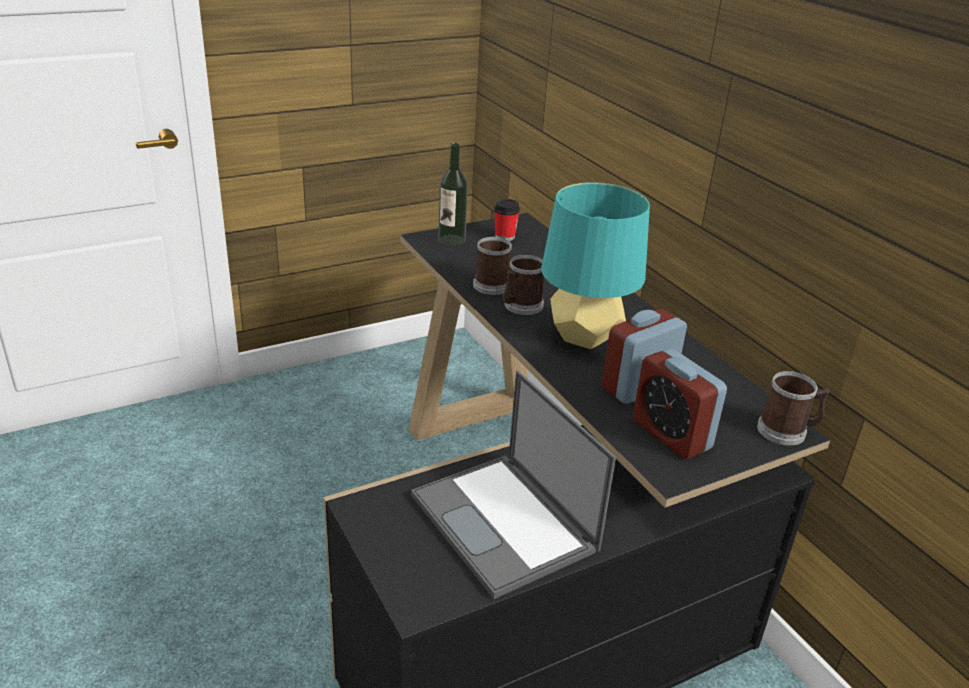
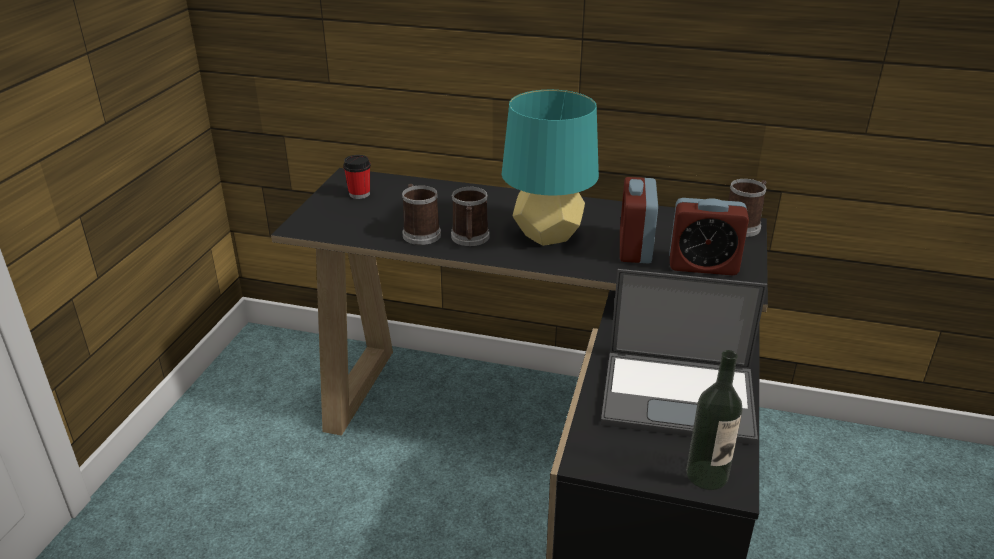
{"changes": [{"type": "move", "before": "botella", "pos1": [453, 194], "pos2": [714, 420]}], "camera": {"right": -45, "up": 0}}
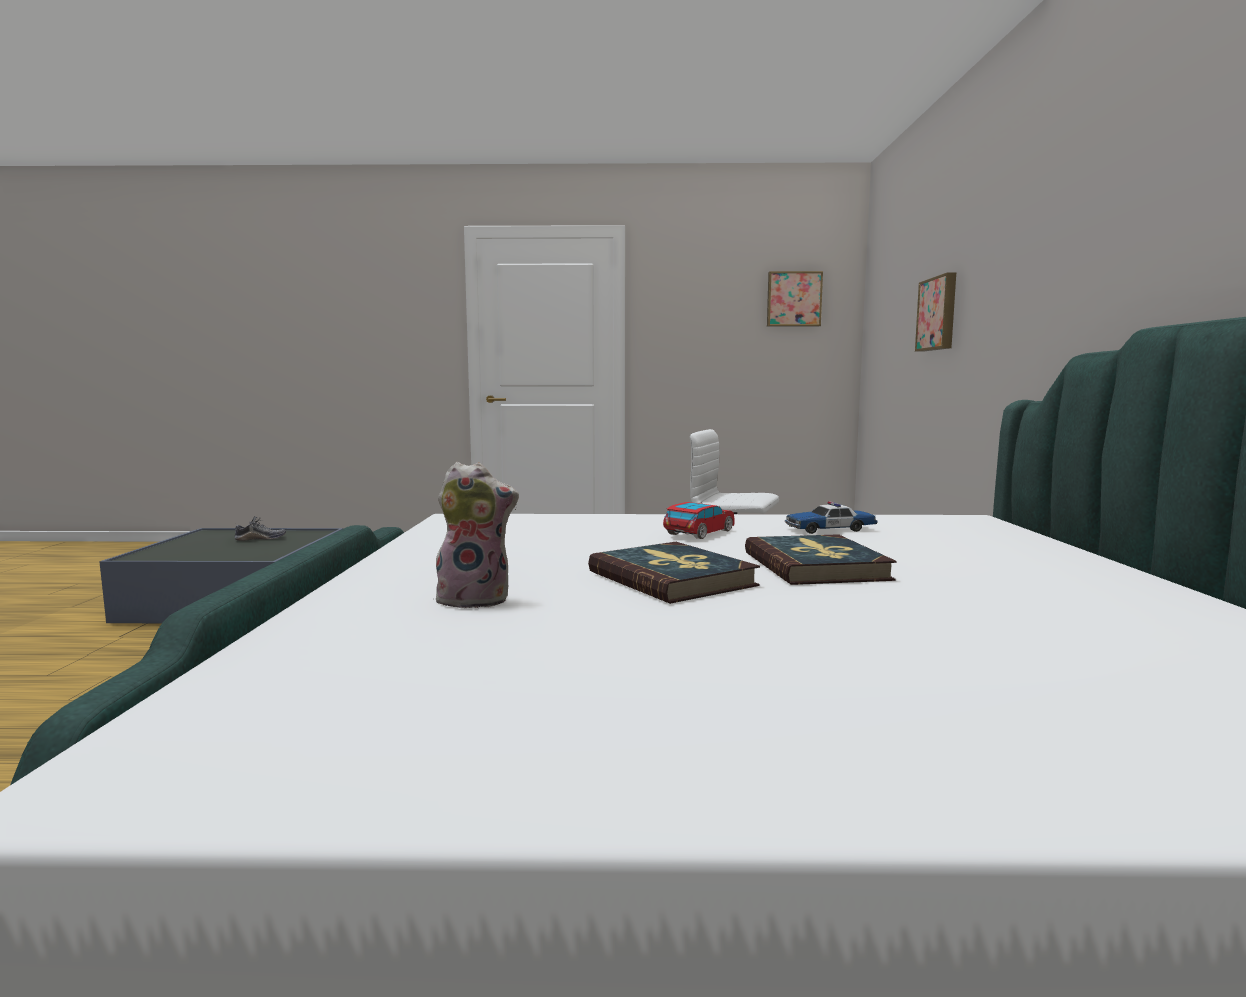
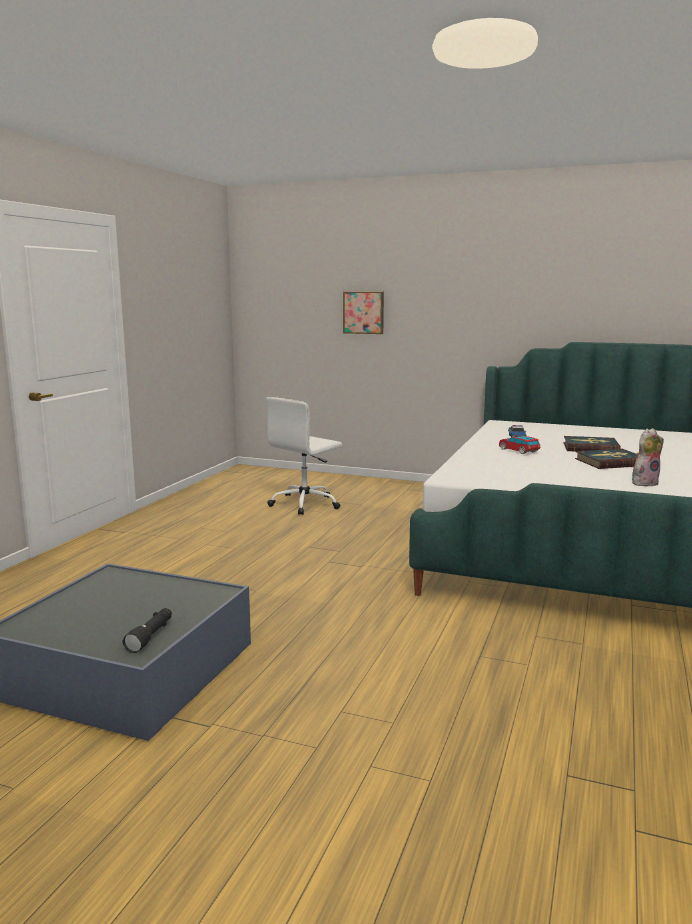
{"changes": [{"type": "delete", "before": "cuadro", "pos1": [795, 299]}, {"type": "rotate", "before": "peluche", "pos1": [475, 535], "pos2": [648, 457], "turn": 45}, {"type": "delete", "before": "zapato", "pos1": [260, 528]}, {"type": "insert", "after": "linterna (negro)", "pos2": [147, 630]}], "camera": {"right": -70, "up": 5}}
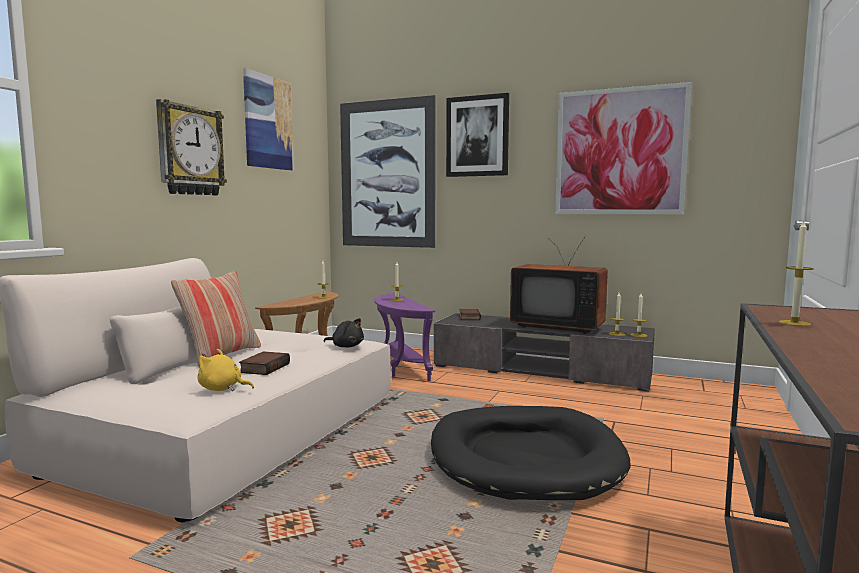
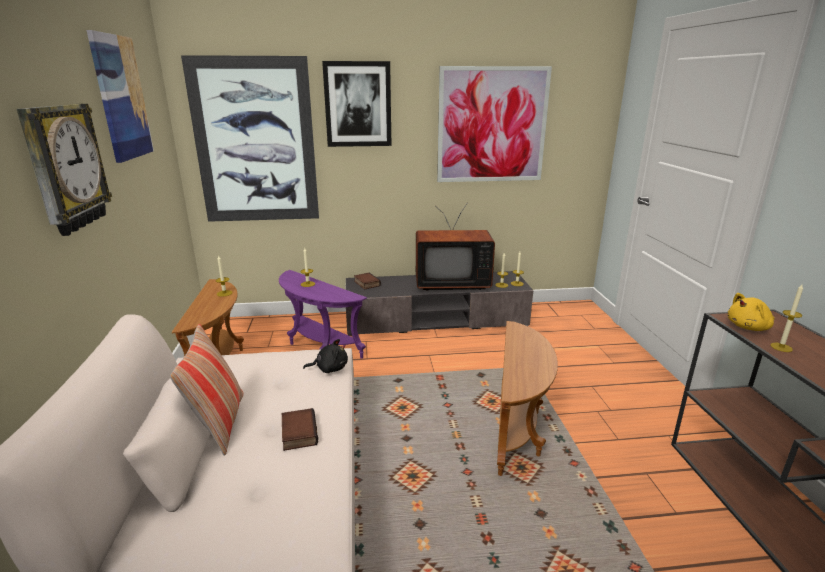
{"changes": [{"type": "move", "before": "peluche (amarillo)", "pos1": [225, 370], "pos2": [751, 312]}, {"type": "replace", "before": "cama para perro (negro)", "after": "mesa auxiliar (marrón)", "pos1": [531, 453], "pos2": [527, 398]}], "camera": {"right": -30, "up": 15}}
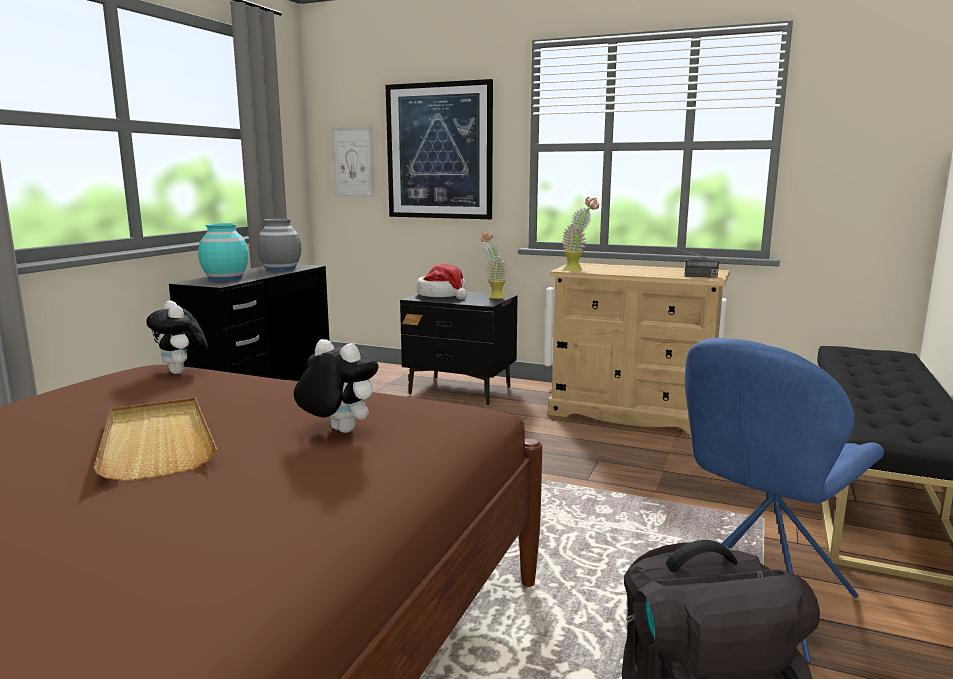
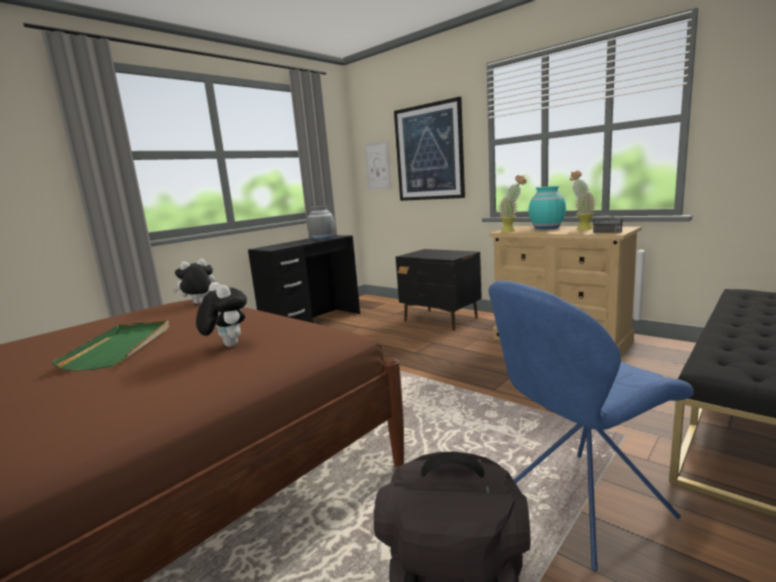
{"changes": [{"type": "move", "before": "florero (turquesa)", "pos1": [223, 252], "pos2": [547, 207]}, {"type": "move", "before": "planta en maceta", "pos1": [494, 265], "pos2": [583, 200]}, {"type": "delete", "before": "sombrero", "pos1": [442, 282]}, {"type": "rotate", "before": "peluche", "pos1": [177, 337], "pos2": [194, 281], "turn": 75}, {"type": "recolor", "before": "bandeja (beis)", "after": "bandeja (verde)", "pos1": [155, 439], "pos2": [110, 345]}], "camera": {"right": 20, "up": 0}}
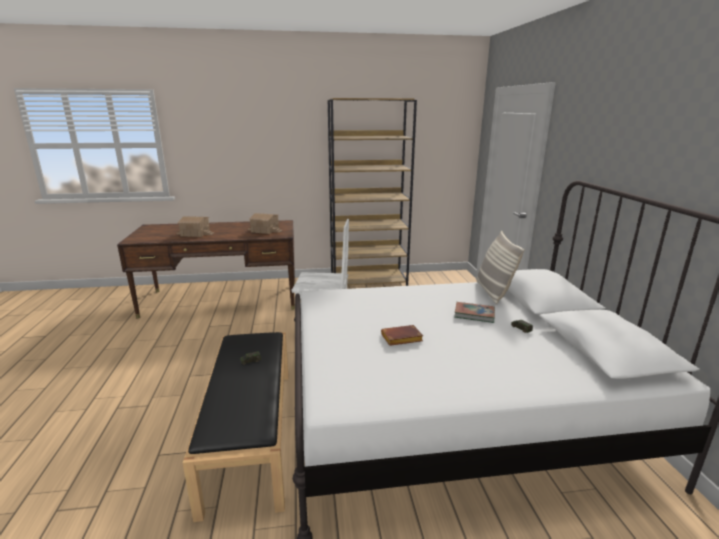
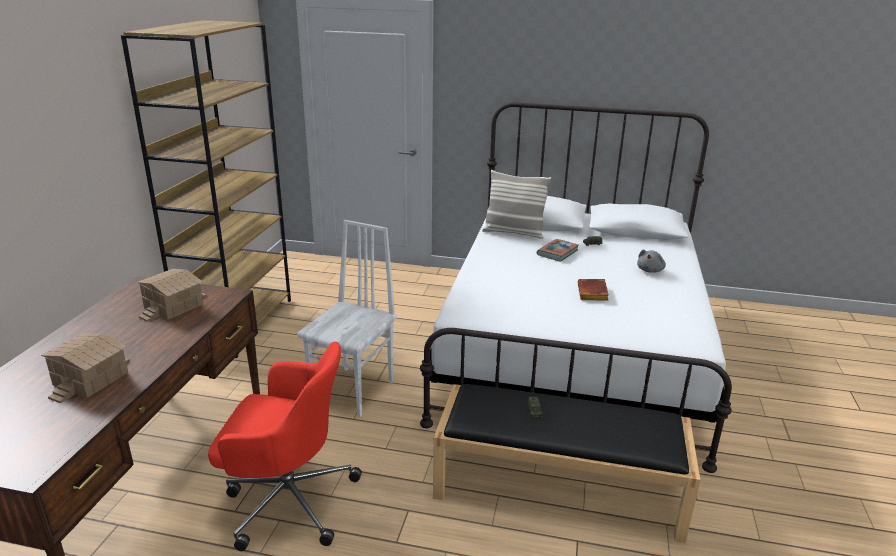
{"changes": [{"type": "insert", "after": "peluche (gris)", "pos2": [651, 261]}, {"type": "insert", "after": "silla de oficina (rojo)", "pos2": [285, 446]}], "camera": {"right": -70, "up": 5}}
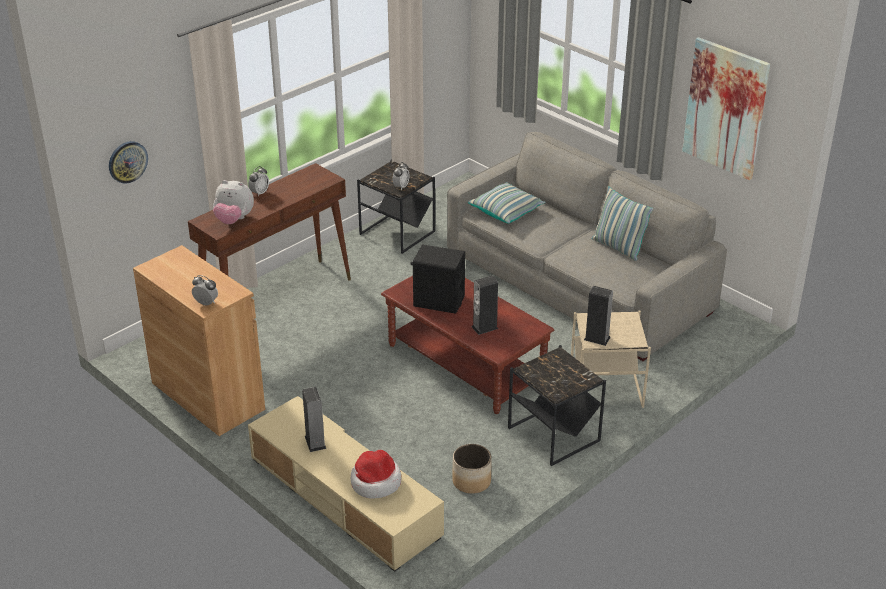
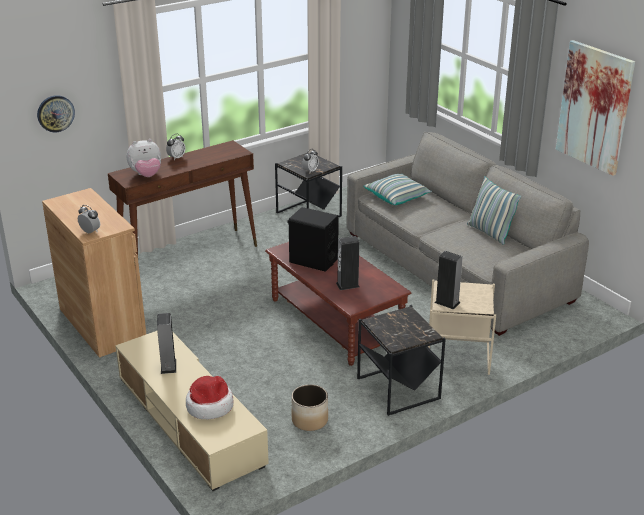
{"changes": [{"type": "rotate", "before": "peluche", "pos1": [233, 202], "pos2": [143, 158], "turn": -45}], "camera": {"right": 10, "up": -5}}
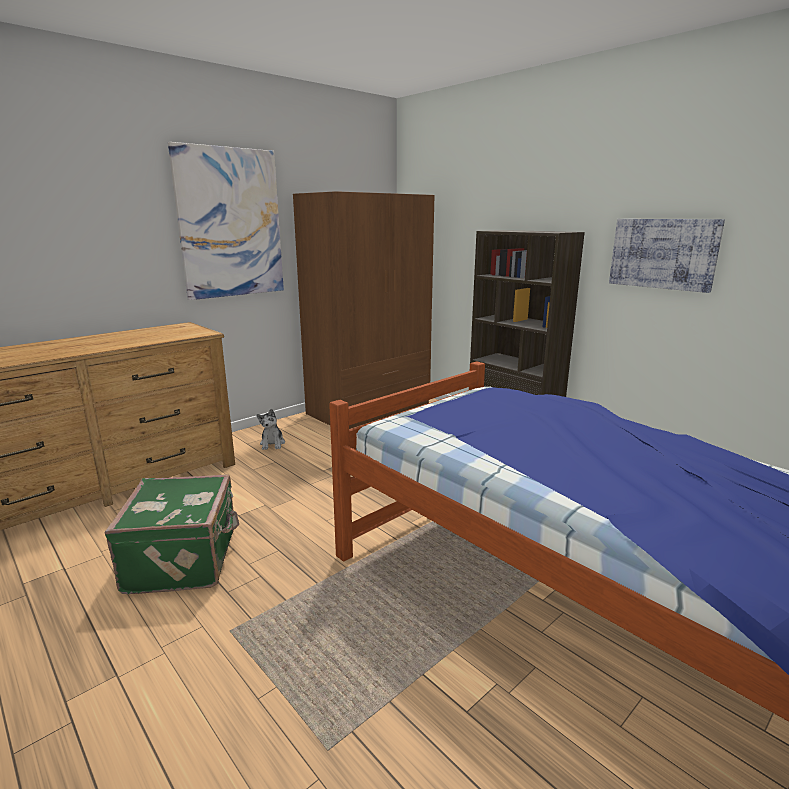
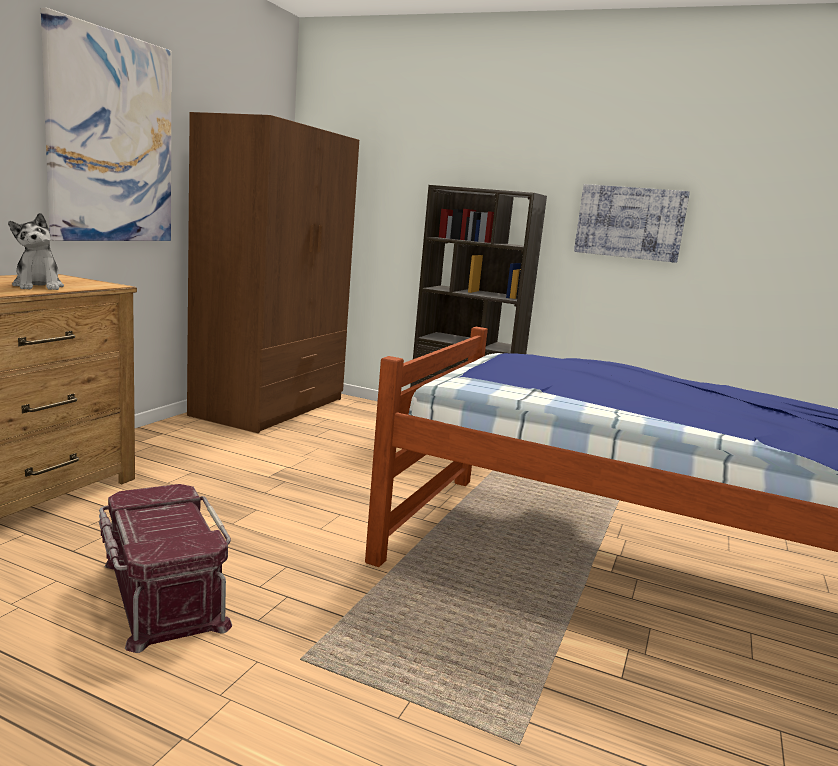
{"changes": [{"type": "move", "before": "peluche", "pos1": [270, 429], "pos2": [36, 251]}, {"type": "replace", "before": "maleta (verde)", "after": "caja de almacenaje (rojo)", "pos1": [172, 534], "pos2": [165, 568]}], "camera": {"right": -25, "up": -5}}
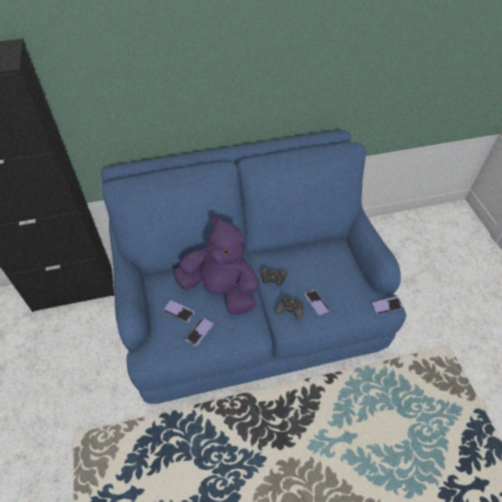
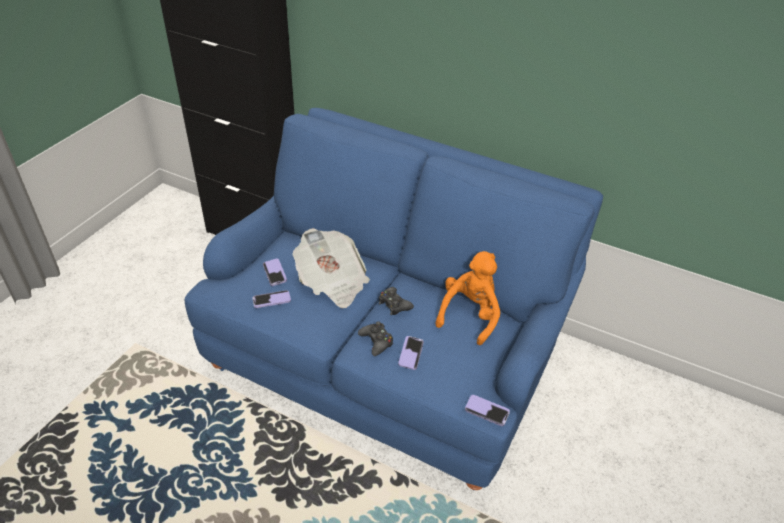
{"changes": [{"type": "replace", "before": "peluche (morado)", "after": "periódico", "pos1": [216, 266], "pos2": [331, 268]}, {"type": "insert", "after": "peluche (naranja)", "pos2": [468, 298]}], "camera": {"right": 40, "up": -10}}
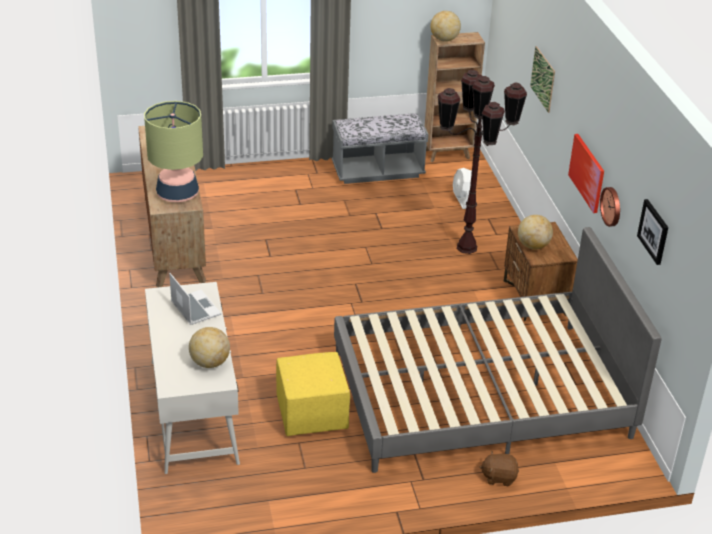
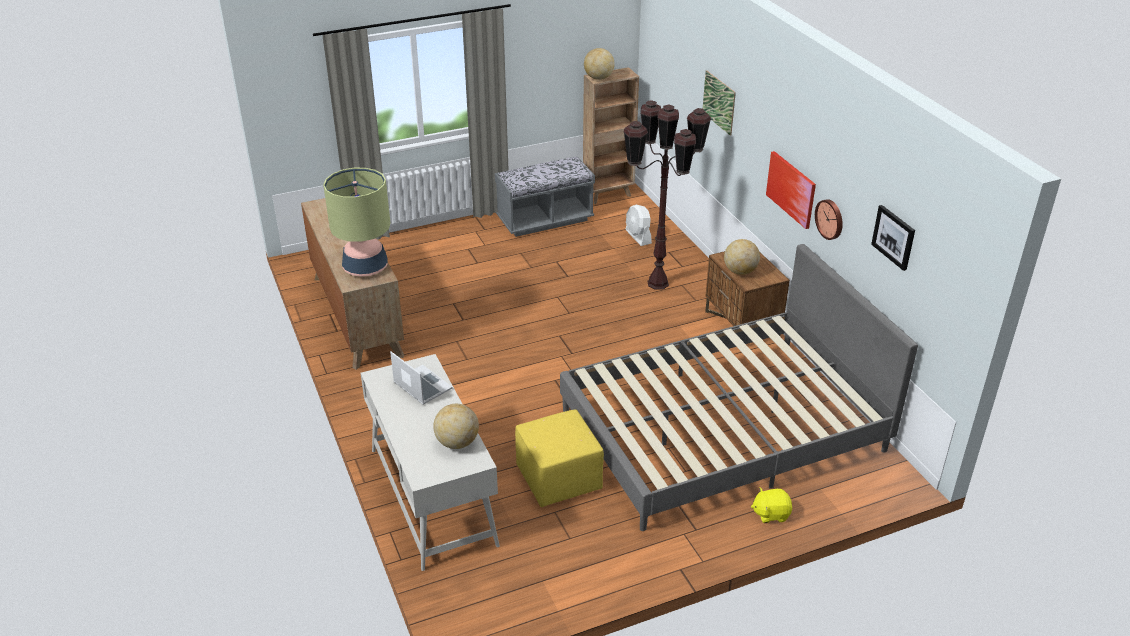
{"changes": [{"type": "recolor", "before": "peluche (marrón)", "after": "peluche (amarillo)", "pos1": [499, 468], "pos2": [771, 505]}], "camera": {"right": -10, "up": 0}}
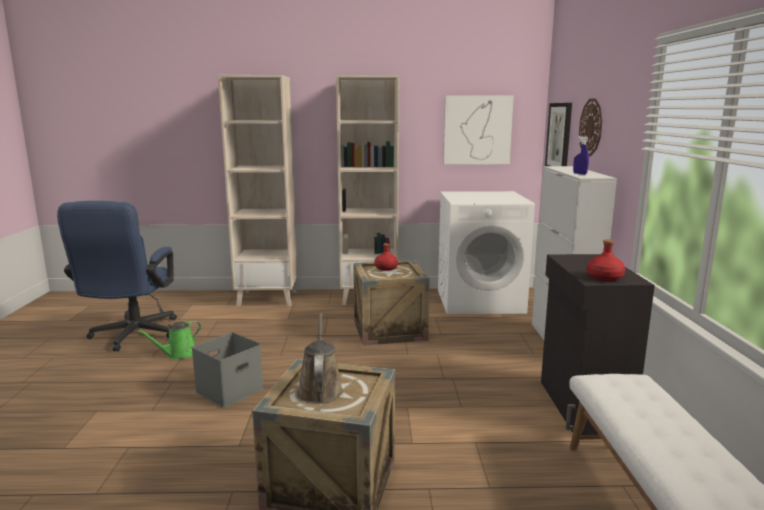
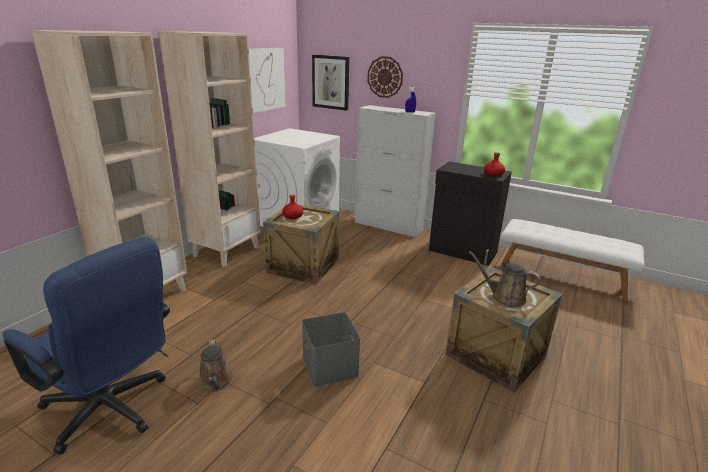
{"changes": [{"type": "recolor", "before": "regadera (verde)", "after": "regadera (marrón)", "pos1": [169, 340], "pos2": [216, 365]}], "camera": {"right": -60, "up": 10}}
